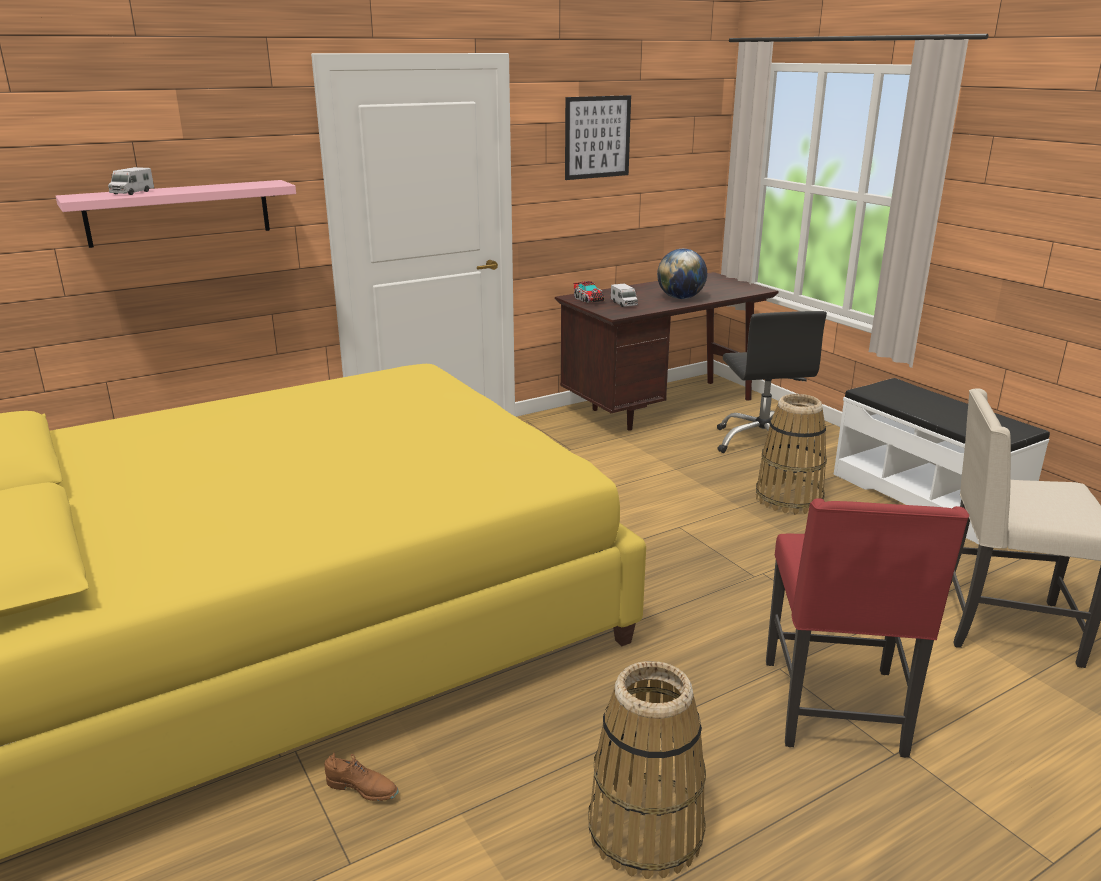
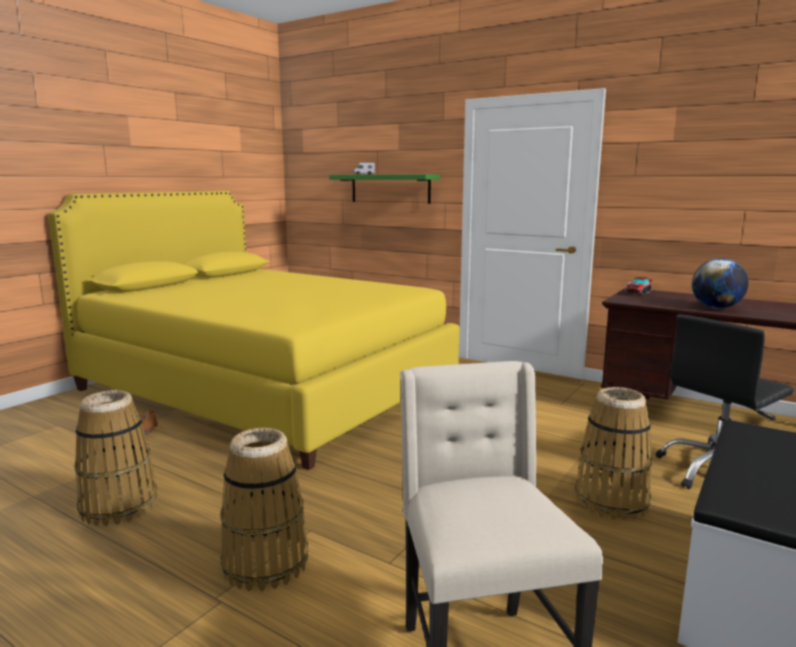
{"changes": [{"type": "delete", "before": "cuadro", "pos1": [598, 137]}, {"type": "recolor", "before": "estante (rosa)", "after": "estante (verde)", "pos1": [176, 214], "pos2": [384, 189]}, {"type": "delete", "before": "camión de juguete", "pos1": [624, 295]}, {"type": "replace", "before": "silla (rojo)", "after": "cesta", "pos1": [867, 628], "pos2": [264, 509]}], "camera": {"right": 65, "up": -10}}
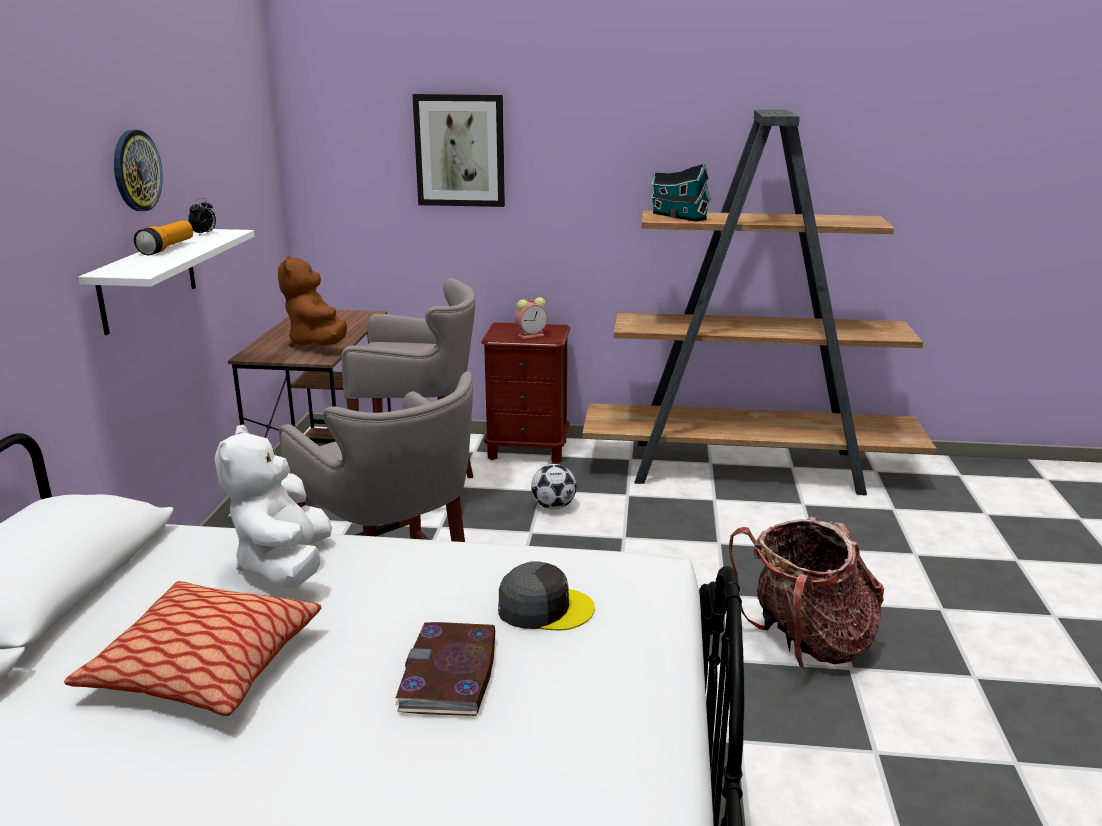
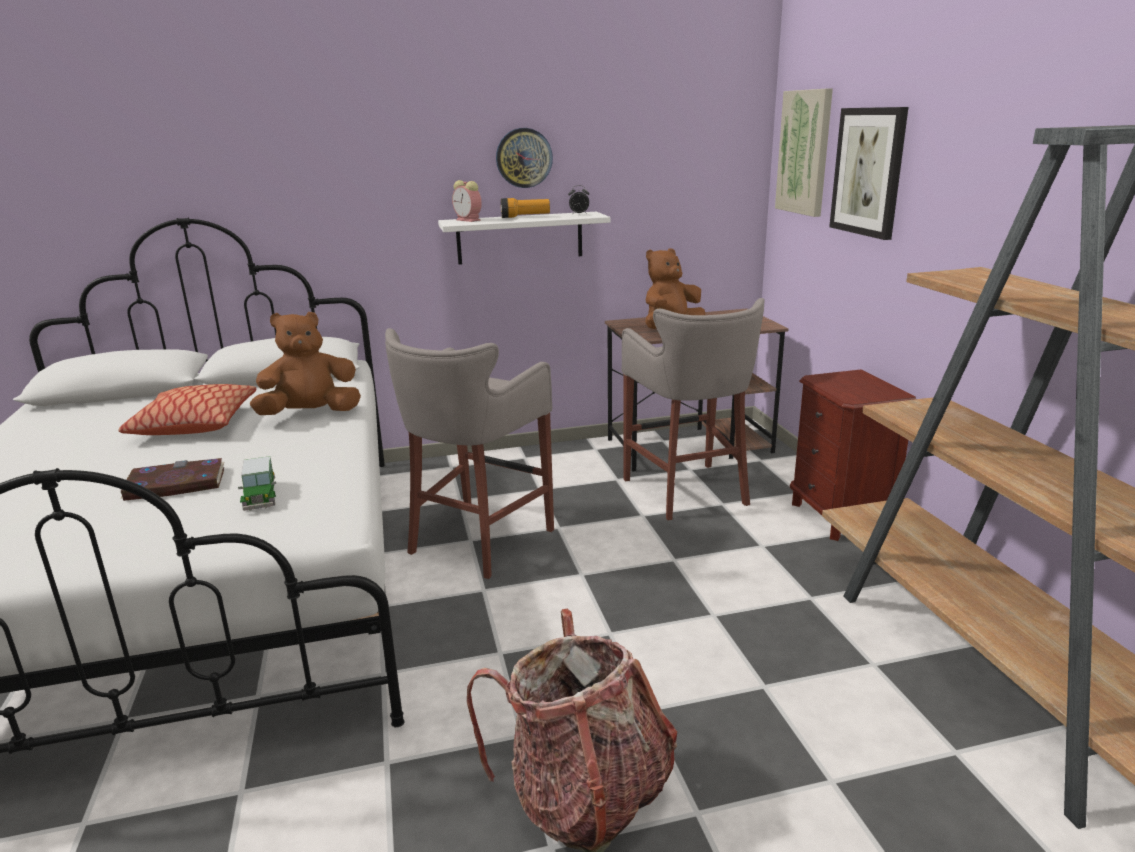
{"changes": [{"type": "delete", "before": "casita", "pos1": [680, 192]}, {"type": "move", "before": "despertador", "pos1": [531, 318], "pos2": [467, 201]}, {"type": "recolor", "before": "peluche (blanco)", "after": "peluche (marrón)", "pos1": [273, 506], "pos2": [305, 363]}, {"type": "delete", "before": "balón de fútbol", "pos1": [554, 486]}, {"type": "replace", "before": "gorra (gris)", "after": "coche de juguete", "pos1": [546, 596], "pos2": [257, 483]}, {"type": "insert", "after": "cuadro", "pos2": [804, 152]}], "camera": {"right": 70, "up": 0}}
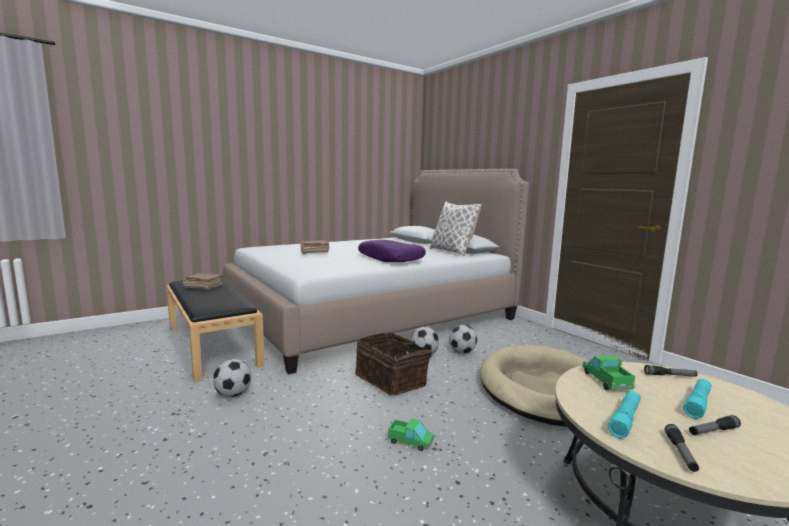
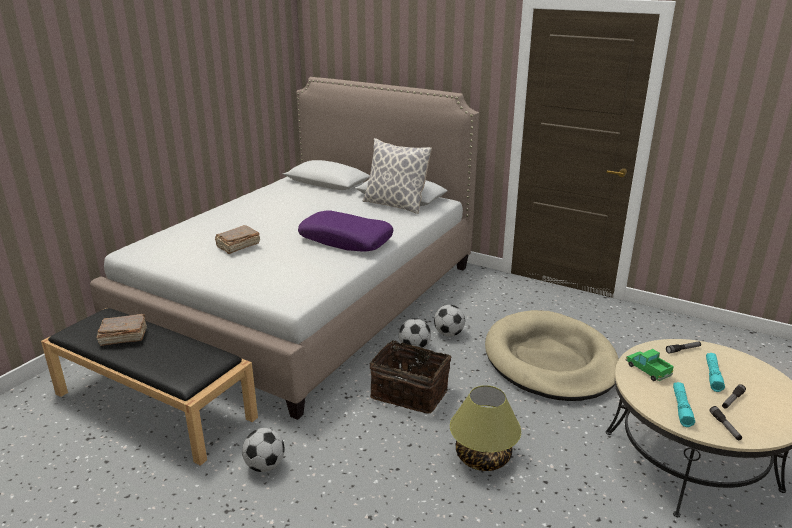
{"changes": [{"type": "replace", "before": "camión de juguete", "after": "lámpara de mesa", "pos1": [410, 434], "pos2": [485, 428]}], "camera": {"right": -25, "up": 15}}
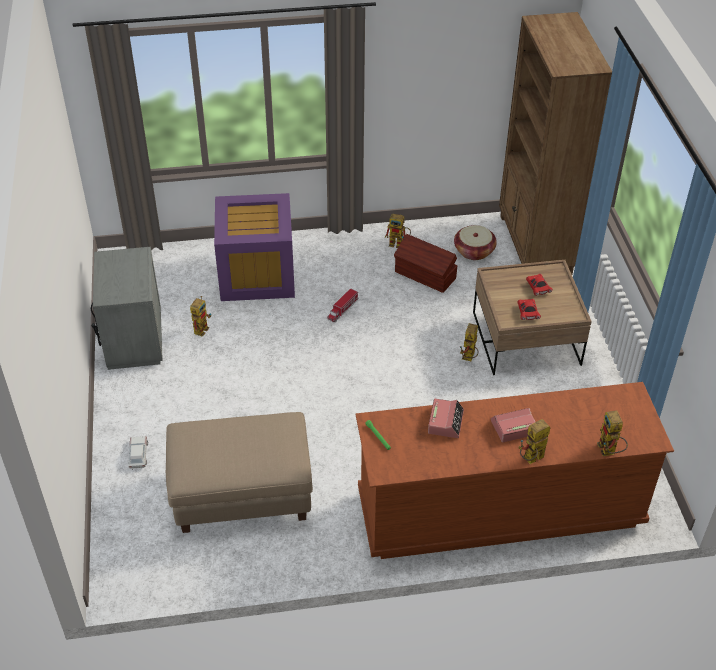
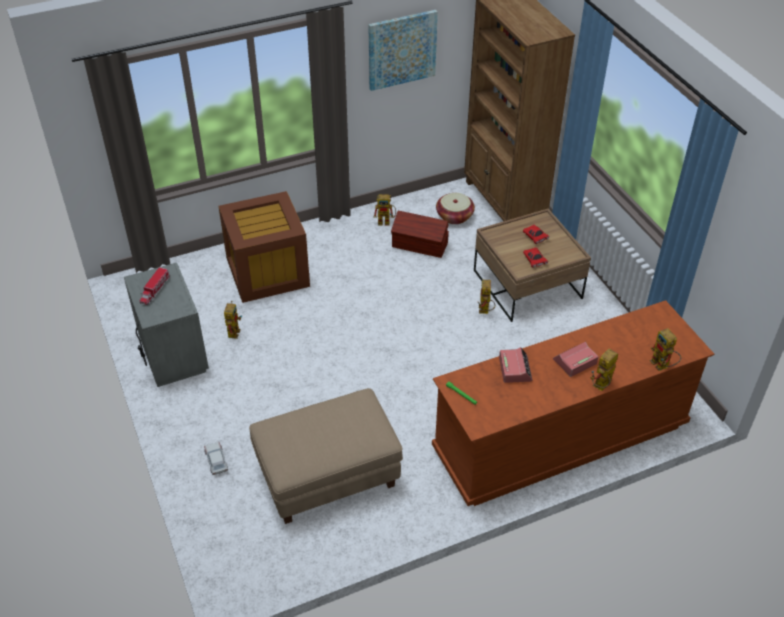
{"changes": [{"type": "recolor", "before": "caja de almacenaje (morado)", "after": "caja de almacenaje (marrón)", "pos1": [254, 247], "pos2": [264, 247]}, {"type": "move", "before": "camión de juguete", "pos1": [342, 305], "pos2": [155, 286]}, {"type": "insert", "after": "cuadro", "pos2": [403, 50]}], "camera": {"right": -15, "up": 0}}
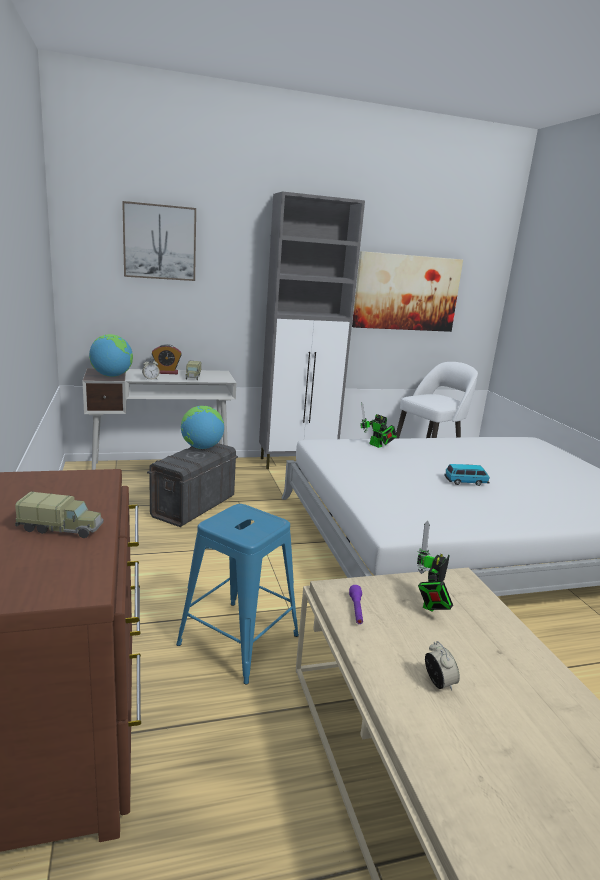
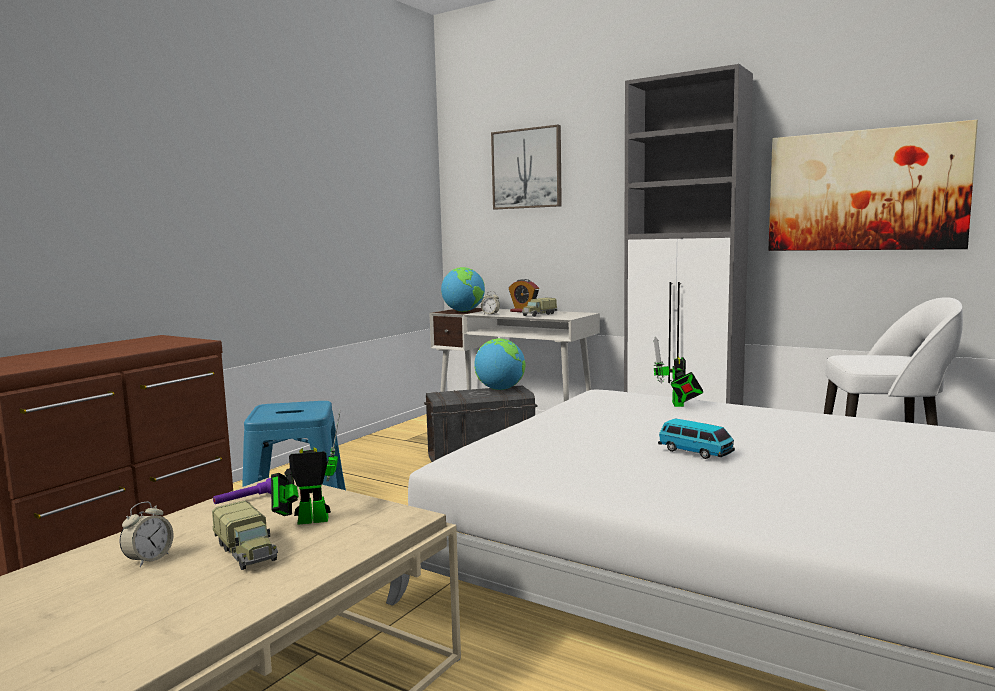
{"changes": [{"type": "move", "before": "camión de juguete", "pos1": [59, 515], "pos2": [245, 535]}], "camera": {"right": 50, "up": -10}}
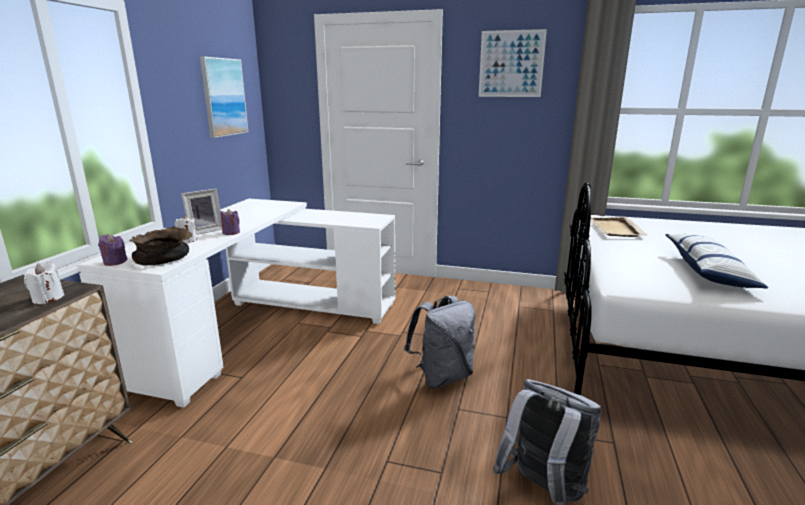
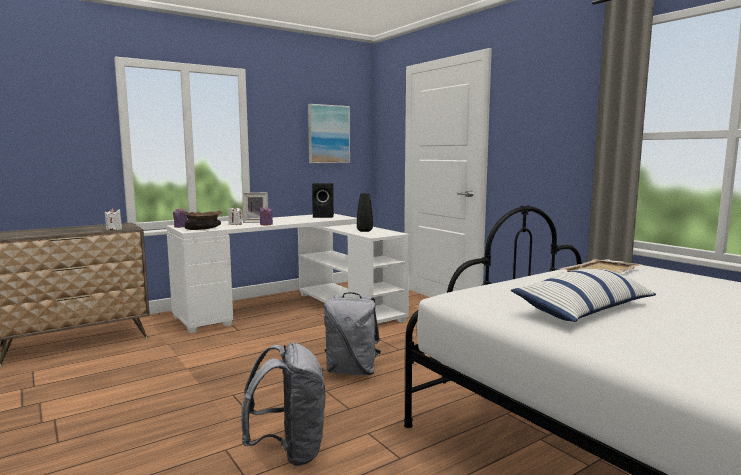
{"changes": [{"type": "delete", "before": "cuadro", "pos1": [513, 63]}, {"type": "insert", "after": "altavoz (negro)", "pos2": [323, 200]}, {"type": "insert", "after": "florero (negro)", "pos2": [365, 212]}], "camera": {"right": 40, "up": -10}}
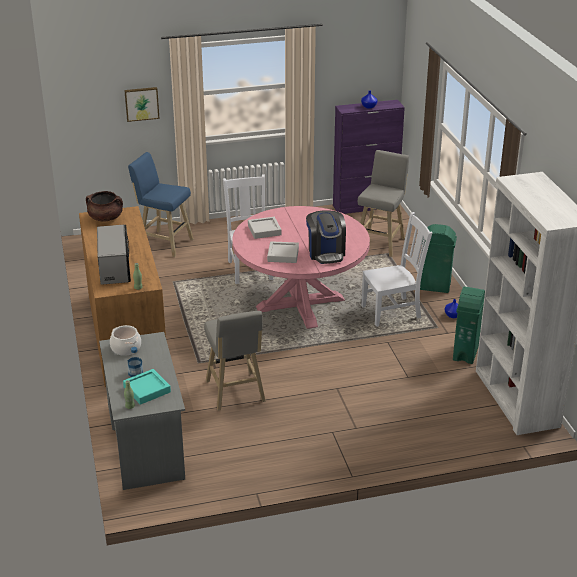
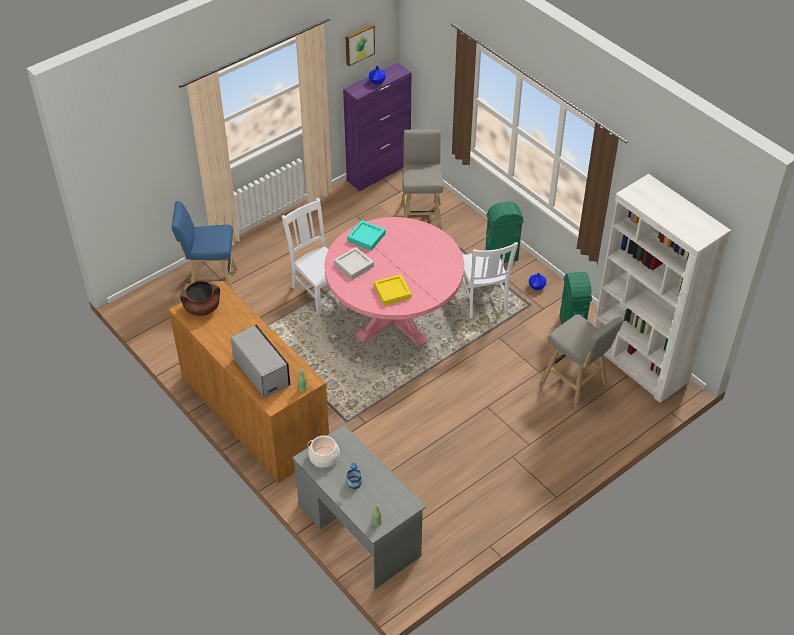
{"changes": [{"type": "move", "before": "cuadro", "pos1": [142, 104], "pos2": [360, 45]}, {"type": "delete", "before": "cafetera", "pos1": [326, 237]}, {"type": "rotate", "before": "silla (blanco)", "pos1": [396, 269], "pos2": [489, 280], "turn": 120}, {"type": "recolor", "before": "bandeja (gris)", "after": "bandeja (amarillo)", "pos1": [283, 252], "pos2": [393, 290]}, {"type": "move", "before": "taburete (gris)", "pos1": [235, 361], "pos2": [582, 361]}, {"type": "move", "before": "bandeja (turquesa)", "pos1": [147, 387], "pos2": [366, 235]}], "camera": {"right": -25, "up": 15}}
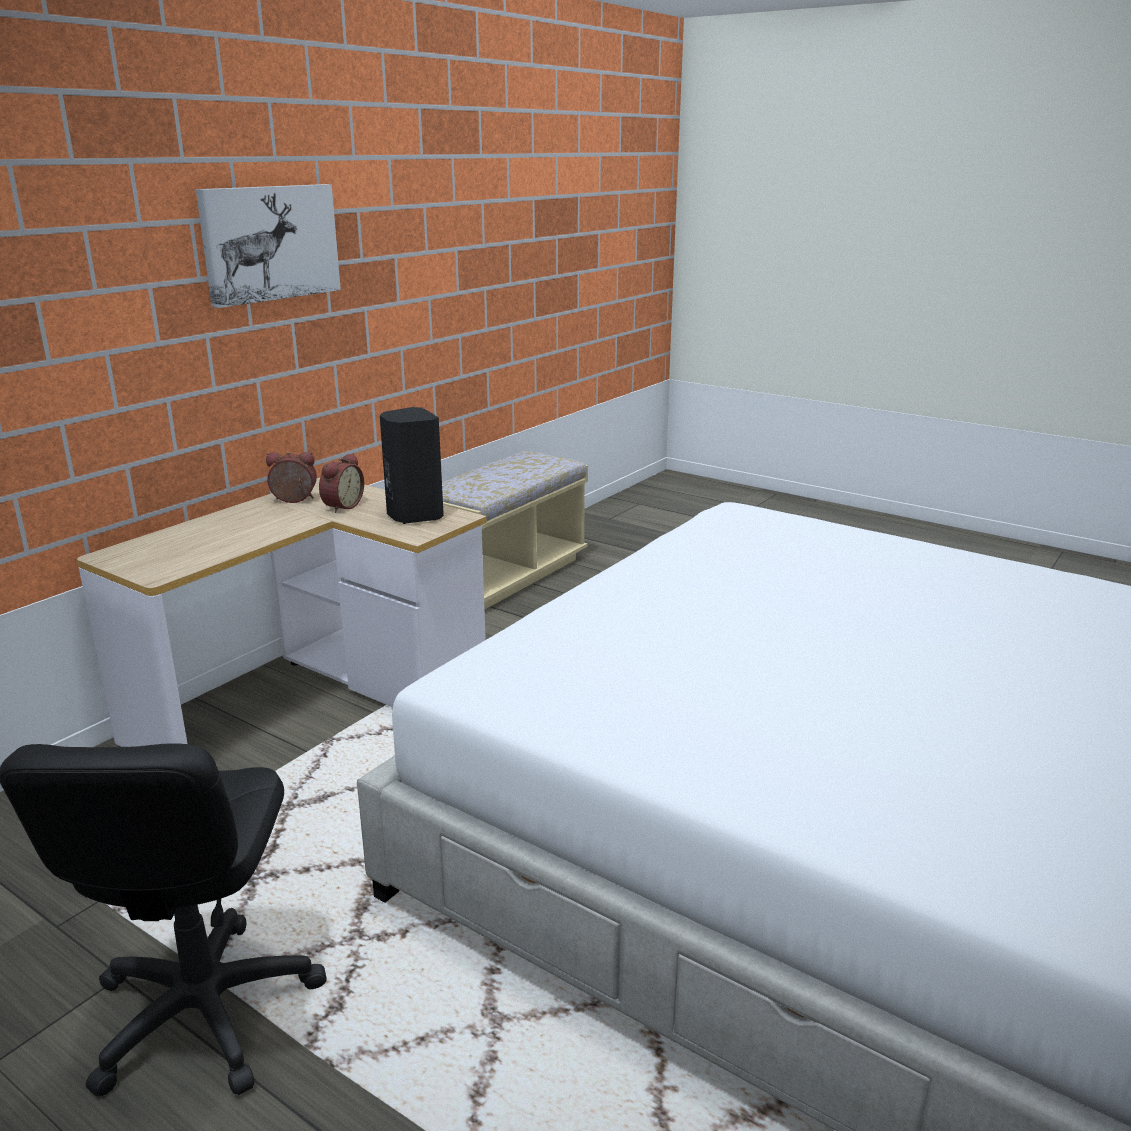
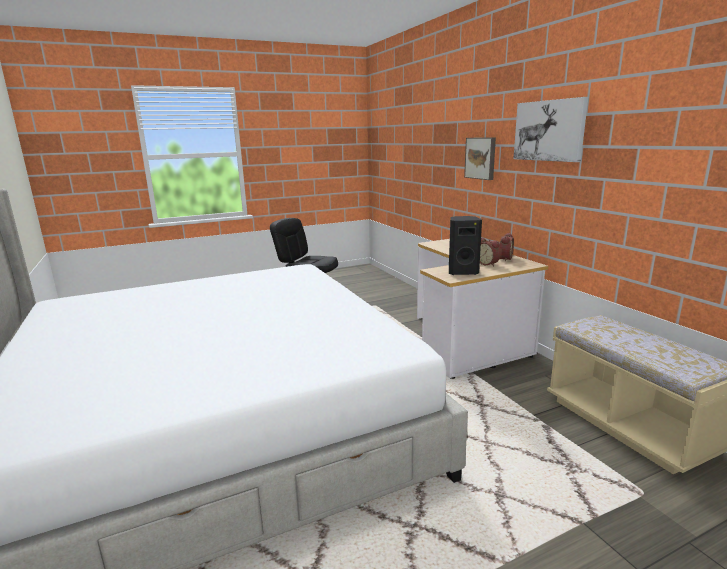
{"changes": [{"type": "insert", "after": "cuadro", "pos2": [480, 158]}], "camera": {"right": 120, "up": -5}}
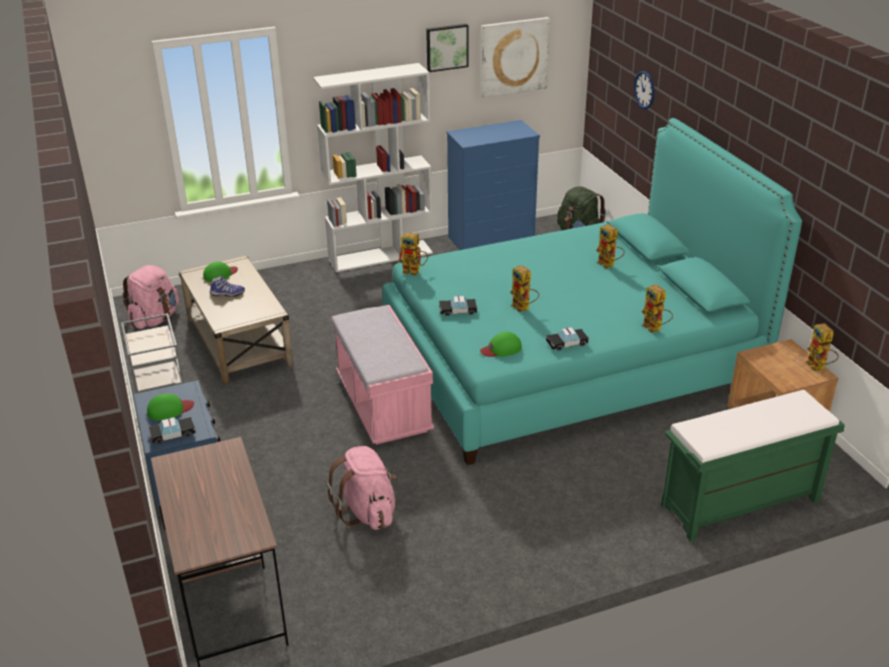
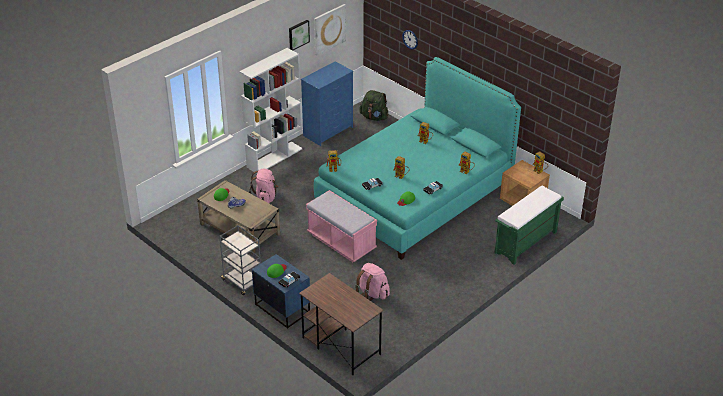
{"changes": [{"type": "move", "before": "mochila (rosa)", "pos1": [150, 297], "pos2": [264, 186]}], "camera": {"right": -25, "up": 5}}
